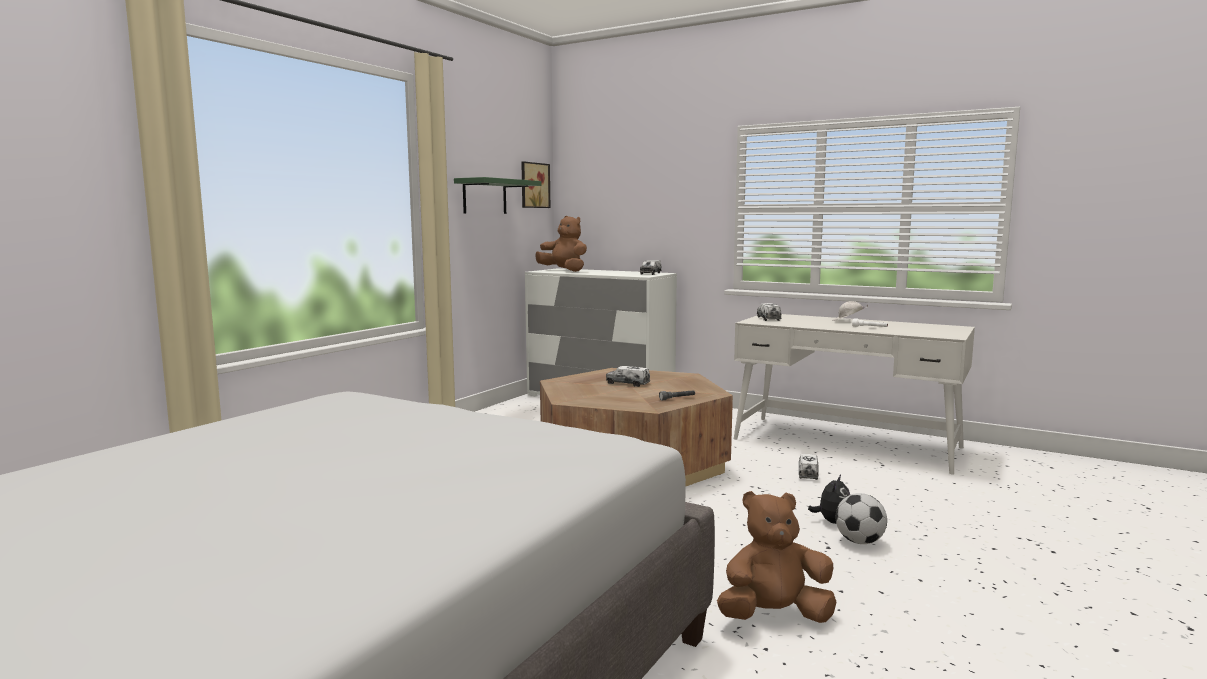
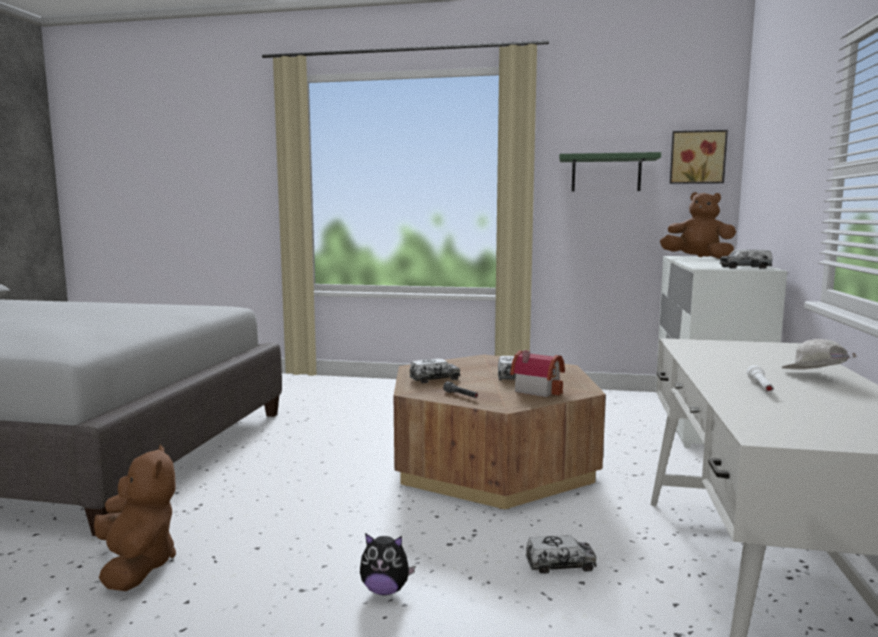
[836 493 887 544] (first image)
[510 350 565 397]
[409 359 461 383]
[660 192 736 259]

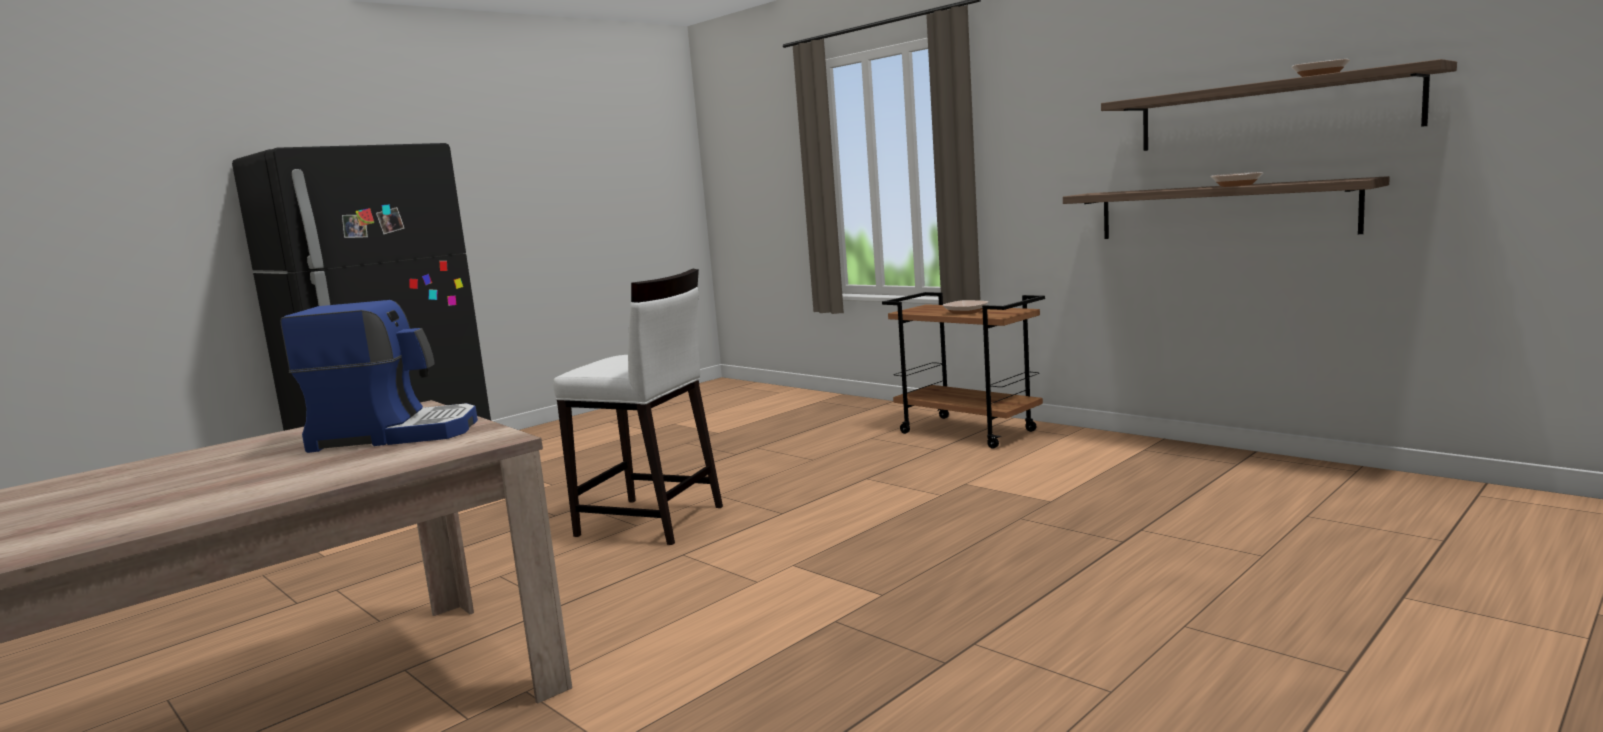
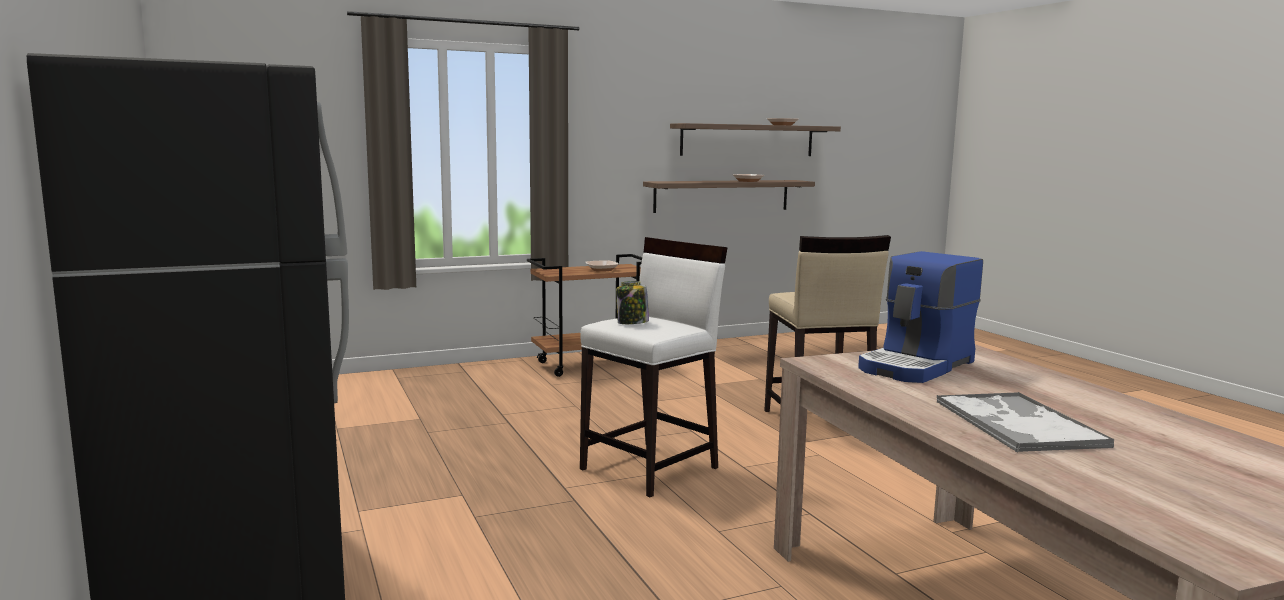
[616 281 649 324]
[764 235 891 412]
[937 392 1114 453]
[858 251 983 383]

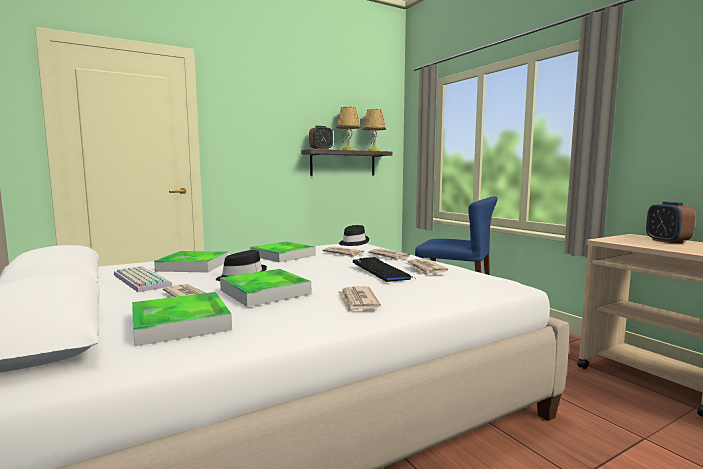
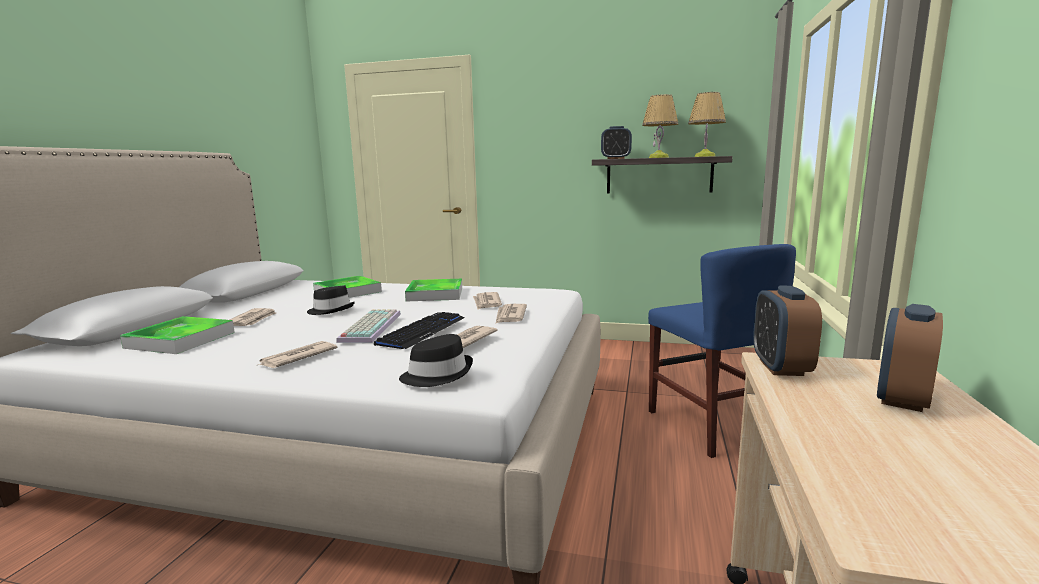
[220 269 311 307] (first image)
[753 286 822 376]
[336 309 401 343]
[399 334 473 387]

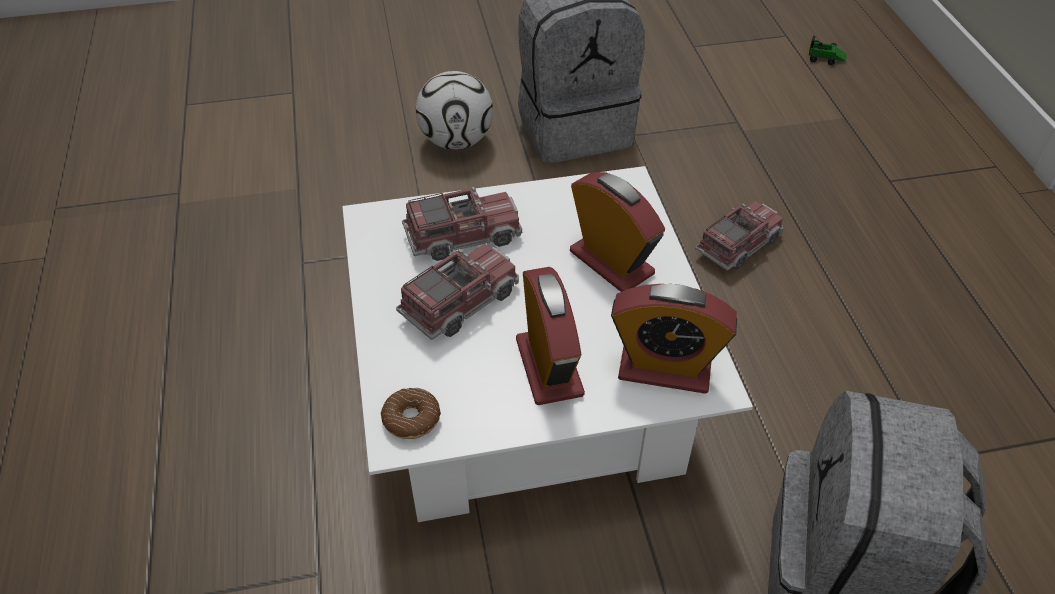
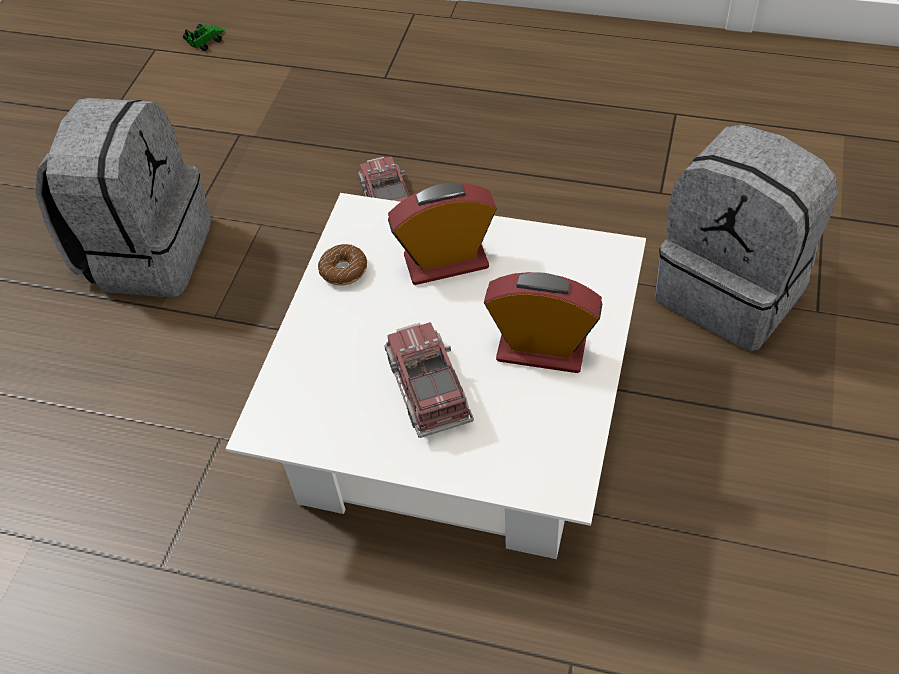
[402 187 522 261] (first image)
[416 71 493 150] (first image)
[611 284 737 394] (first image)
[318 244 367 286]

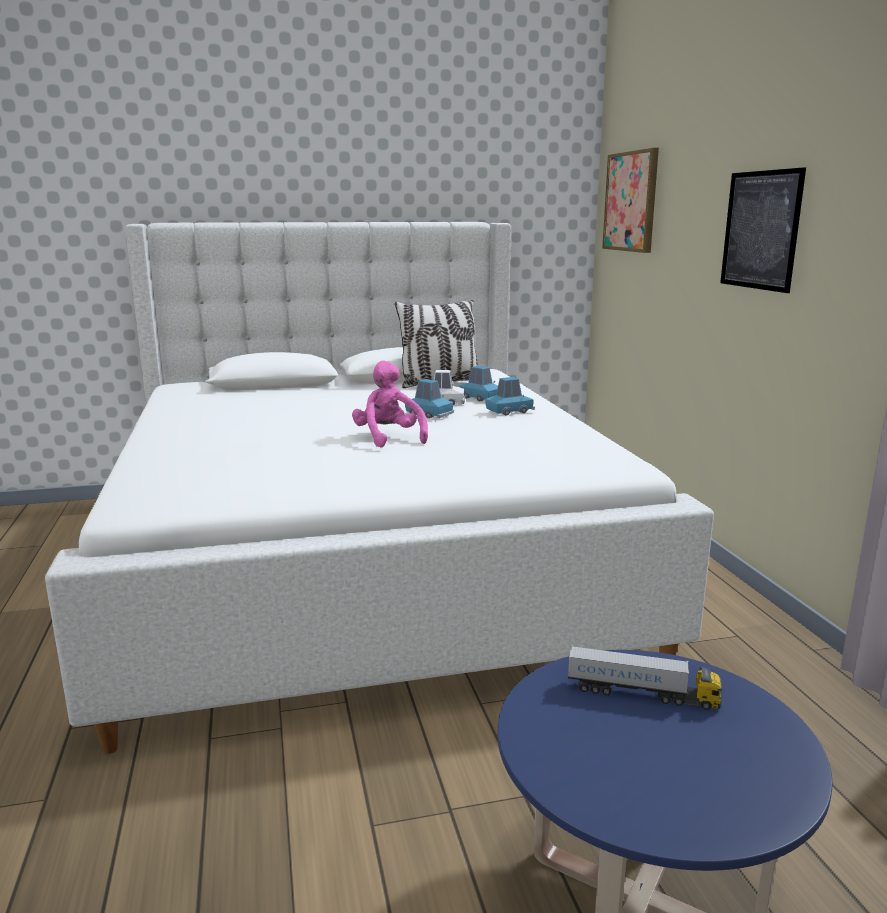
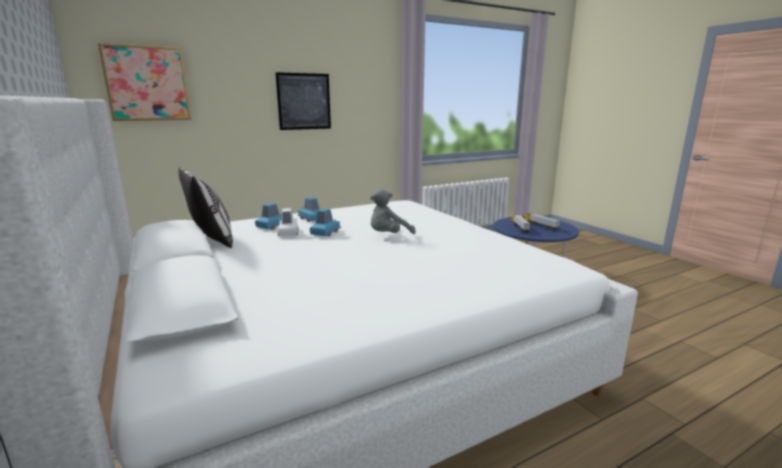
[523 213 560 231]
[370 189 416 234]

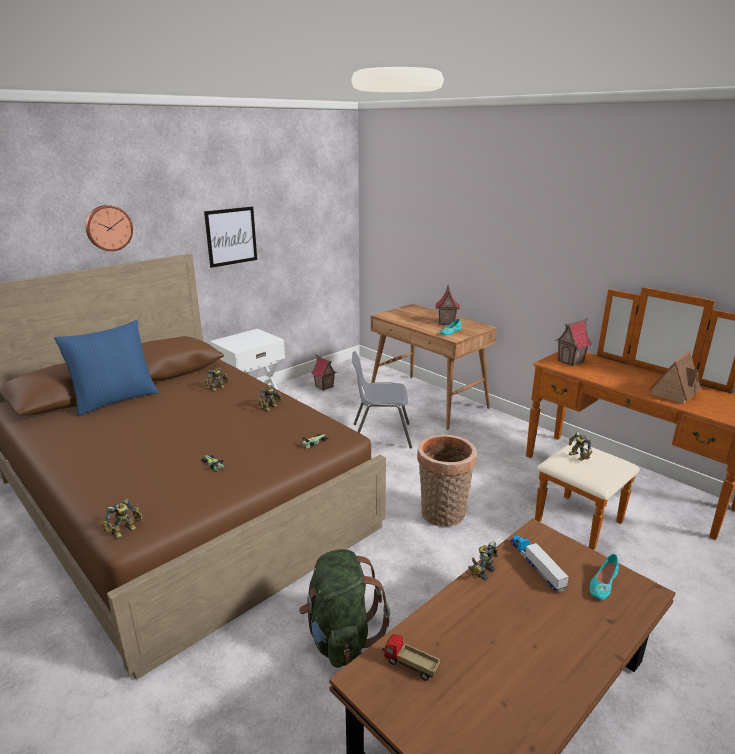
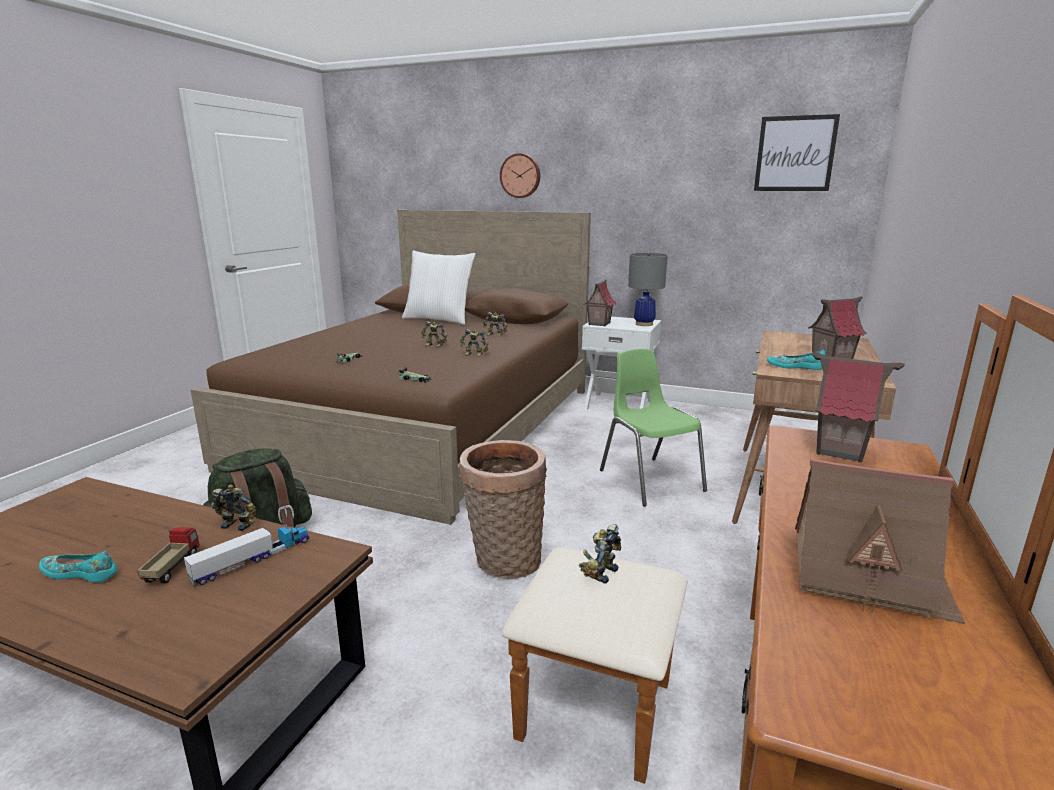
[628 252 668 326]
[421 321 448 347]
[754 114 840 191]
[584 279 617 327]
[137 527 200 583]
[39 550 117 583]
[402 251 475 325]
[600 349 707 506]

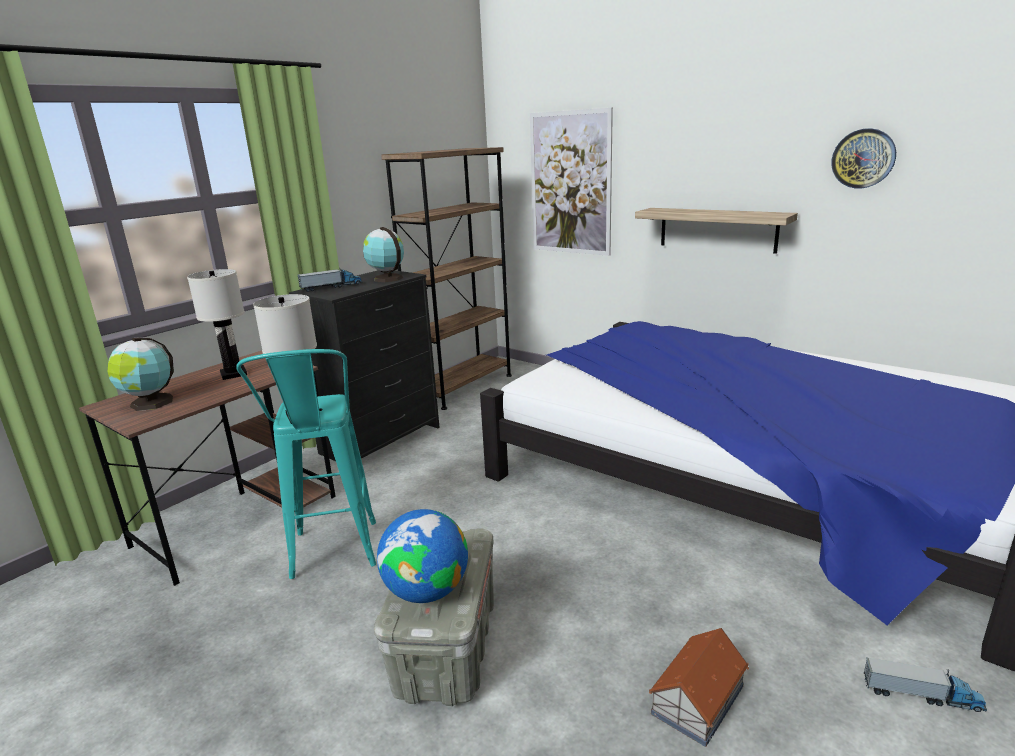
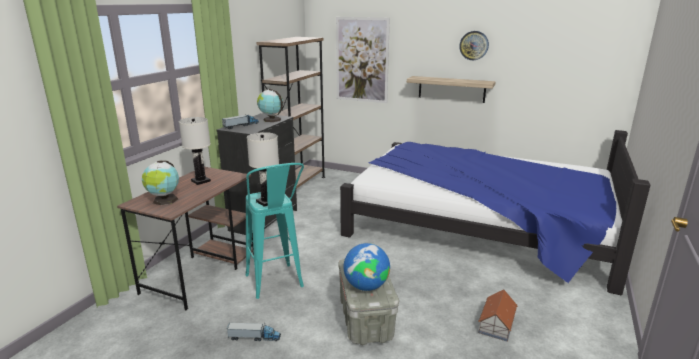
[459 31 489 60]
[227 323 281 341]

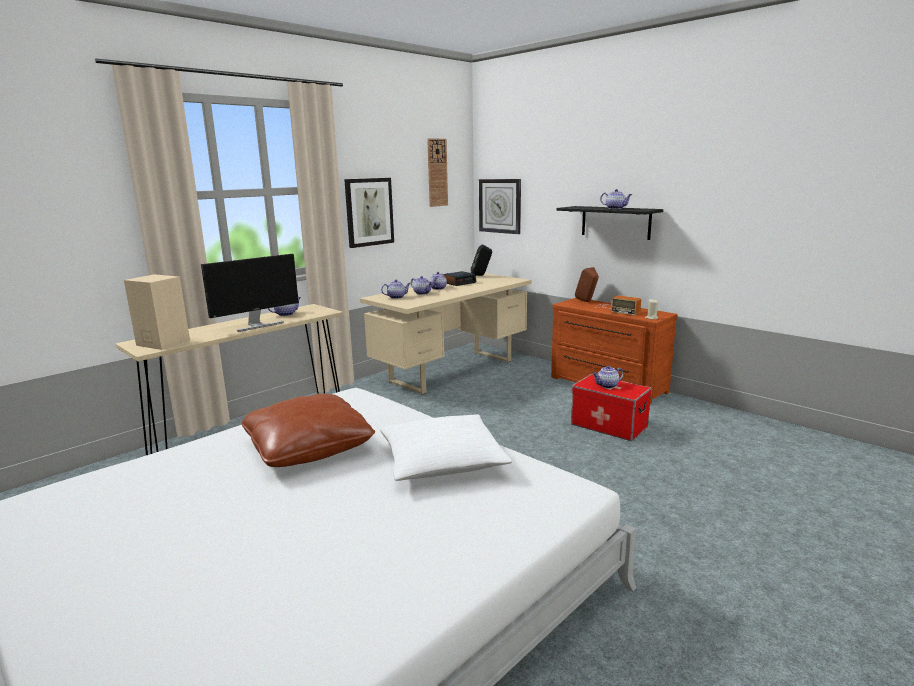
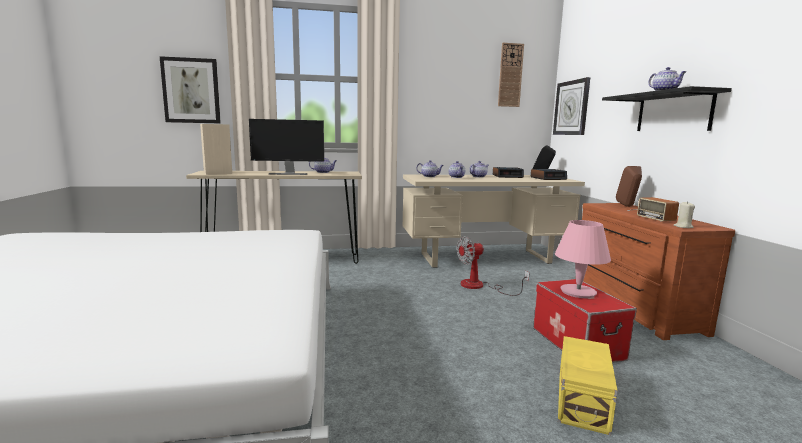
[242 393 375 467] (first image)
[380 414 512 481] (first image)
[457 236 529 296]
[531 169 567 180]
[558 336 618 435]
[160 56 221 124]
[555 220 611 298]

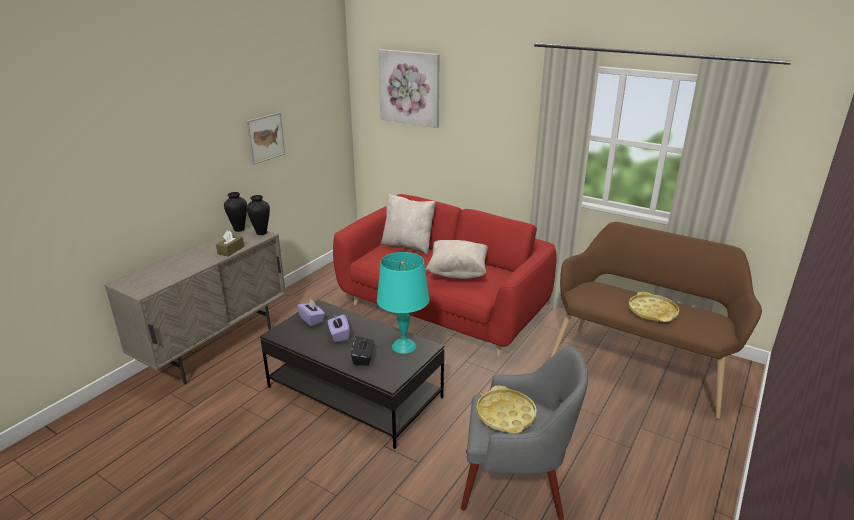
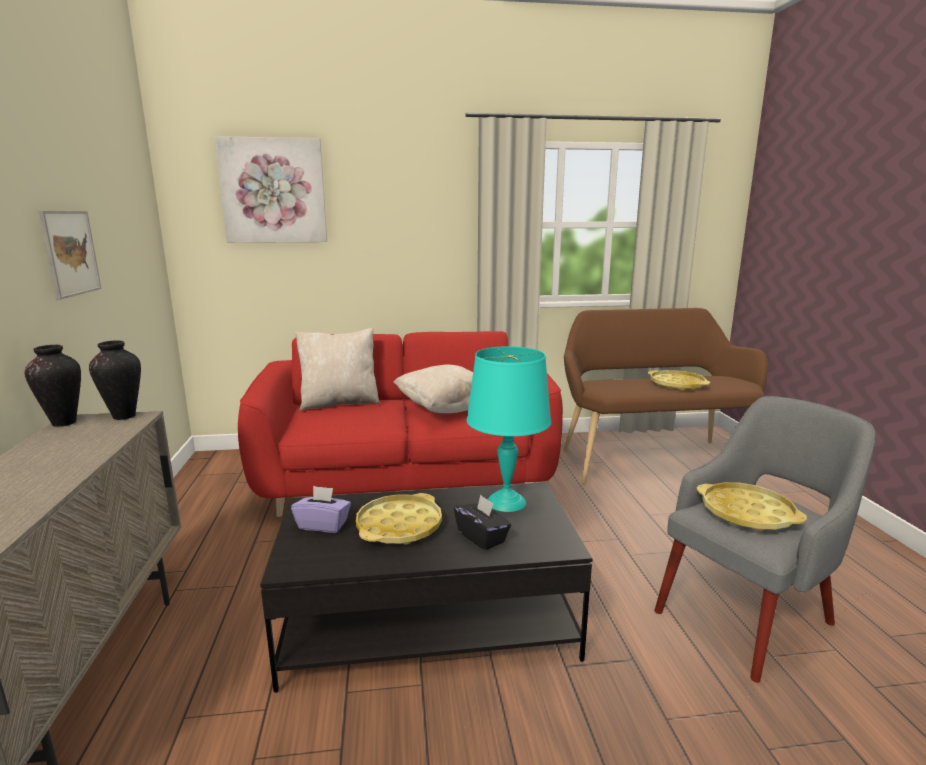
[216 230 244 257] (first image)
[356 493 442 545]

